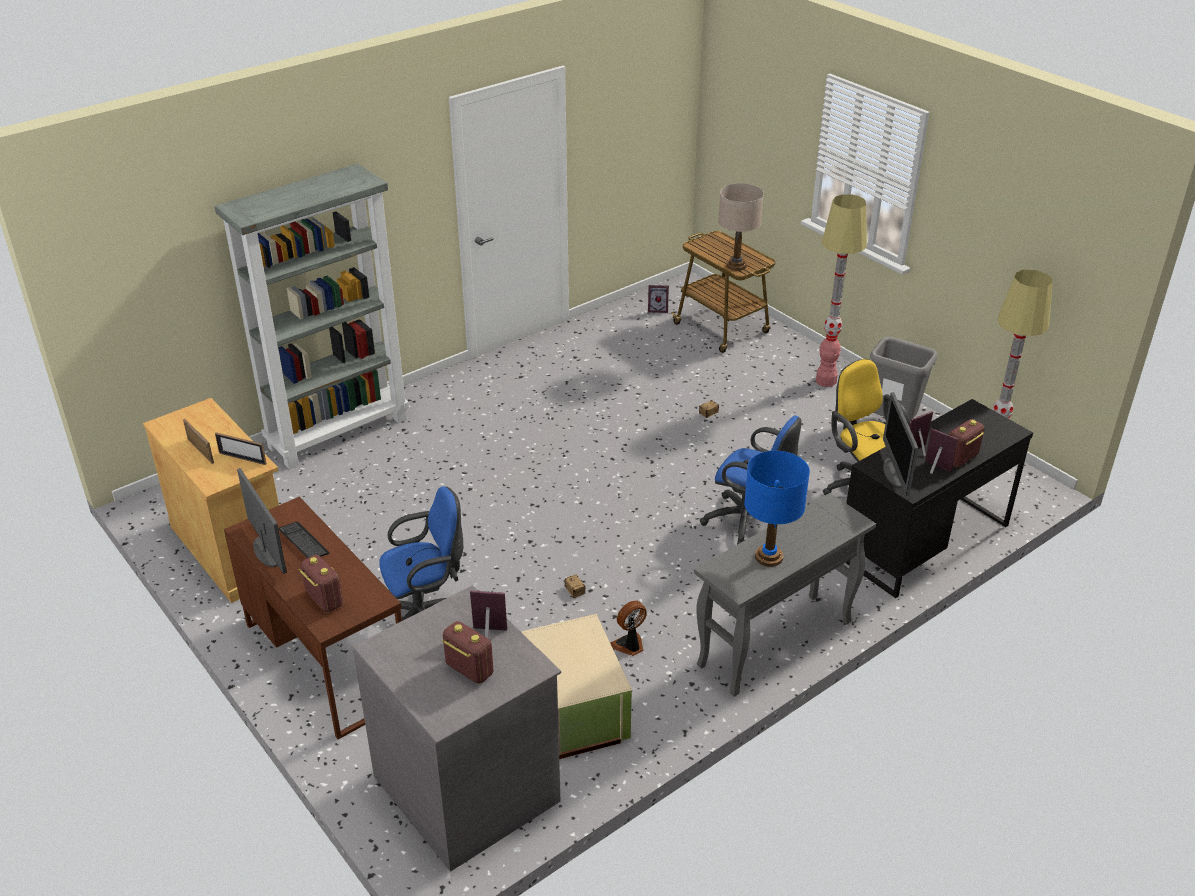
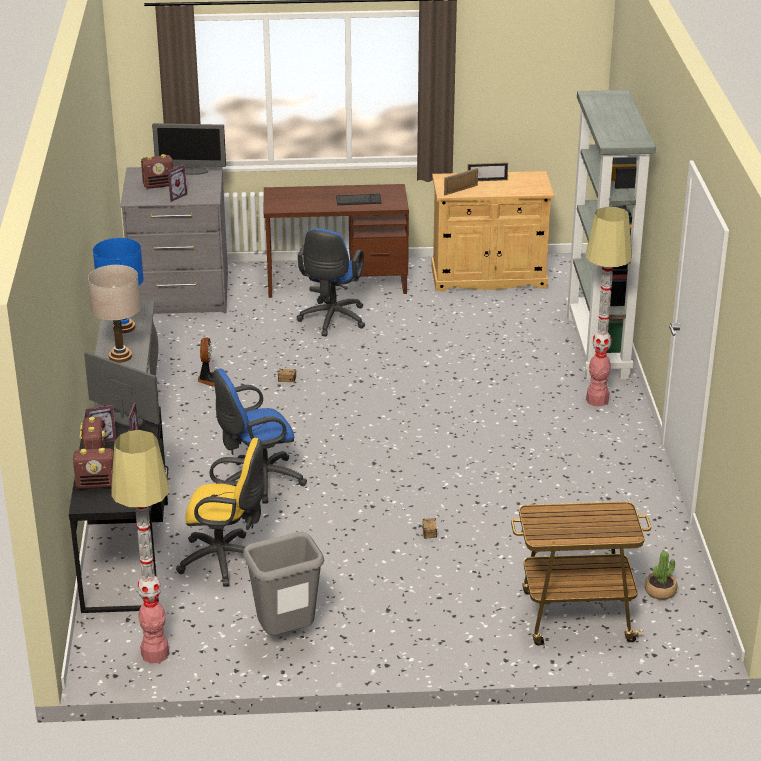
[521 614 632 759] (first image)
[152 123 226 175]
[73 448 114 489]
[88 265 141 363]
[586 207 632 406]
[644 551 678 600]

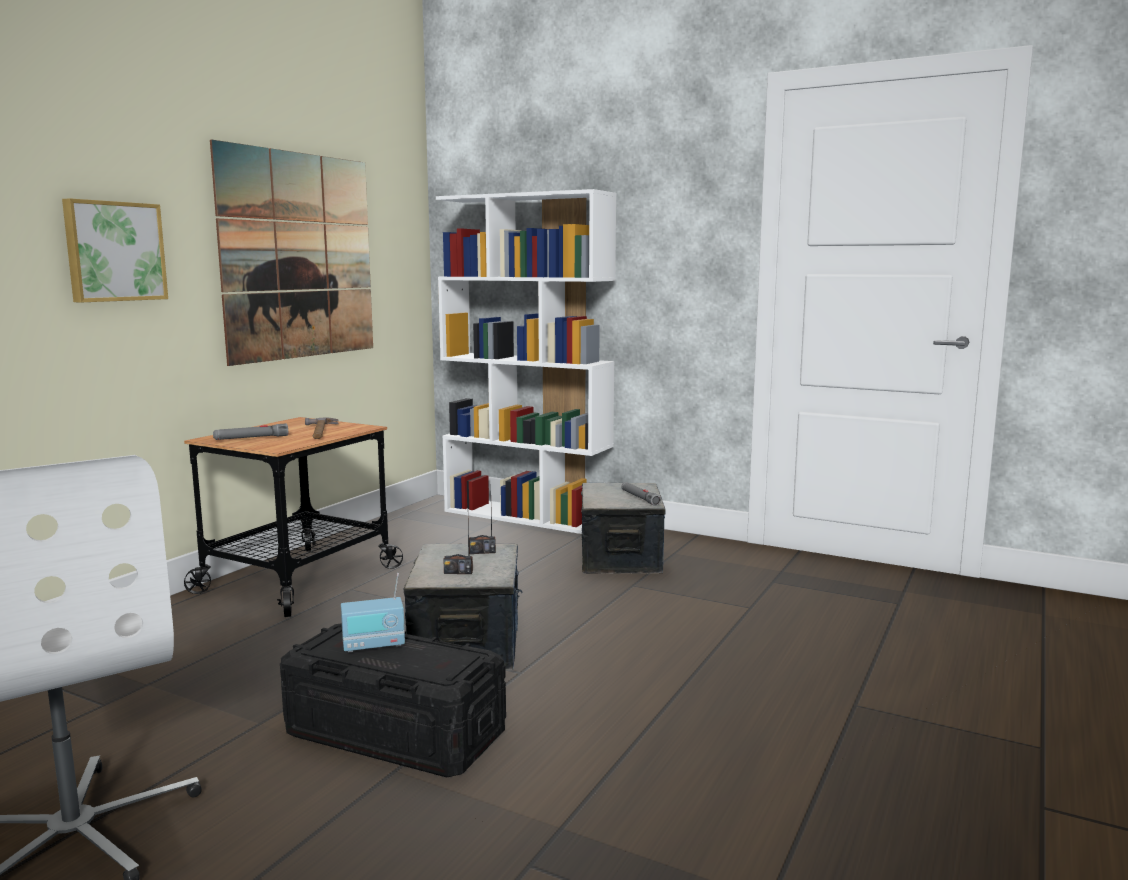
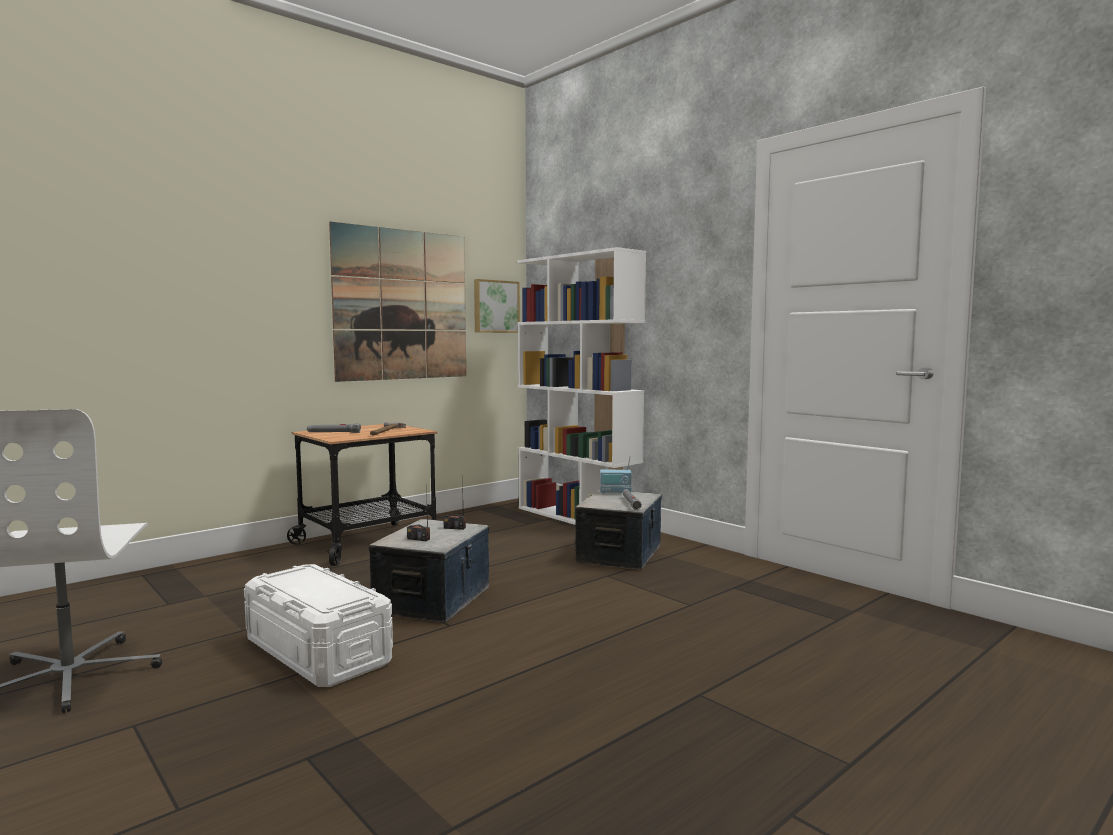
[474 279 520 333]
[600 456 632 494]
[244 564 393 687]

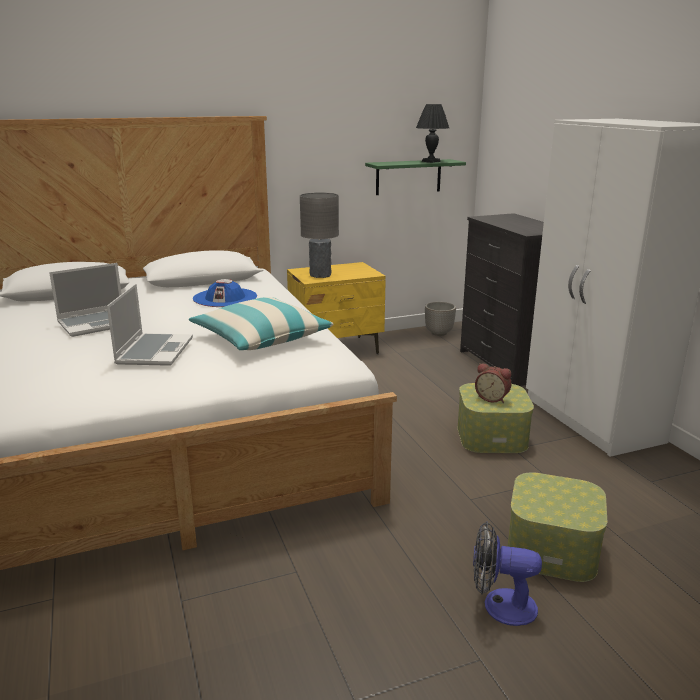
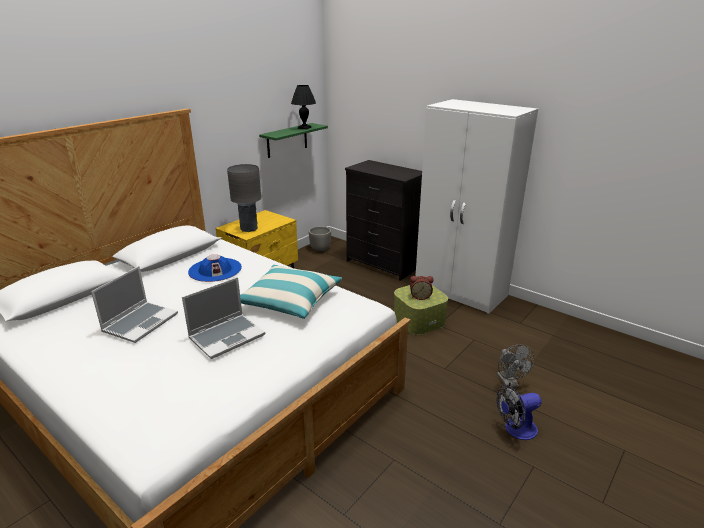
[497 344 534 388]
[182 277 265 359]

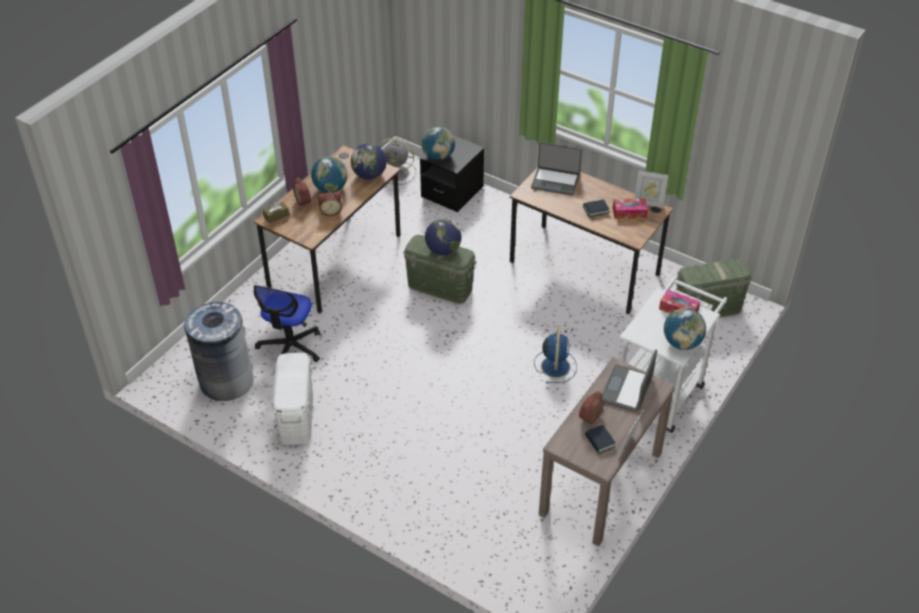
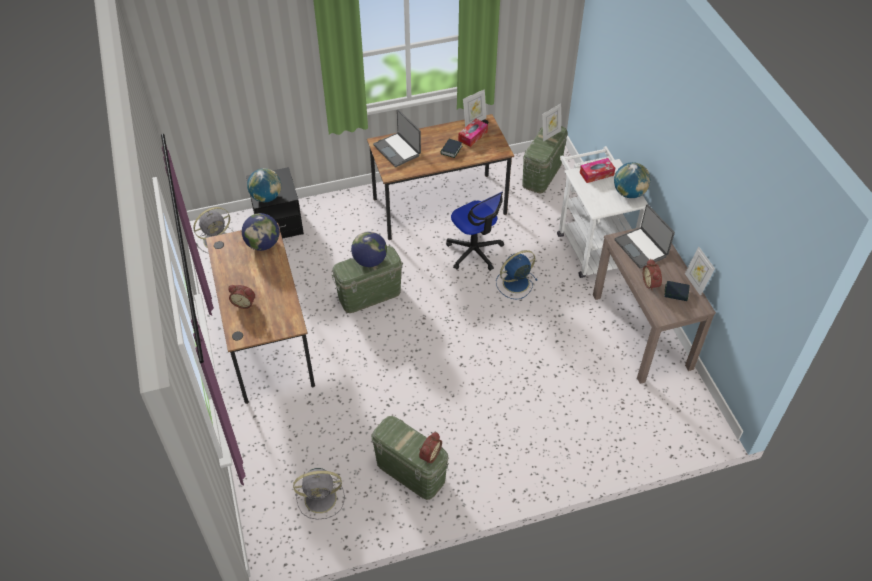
[263 201 289 223] (first image)
[311 156 348 193] (first image)
[542 104 561 142]
[446 192 504 271]
[419 432 442 464]
[293 468 345 520]
[372 416 449 500]
[373 109 421 167]
[496 250 537 299]

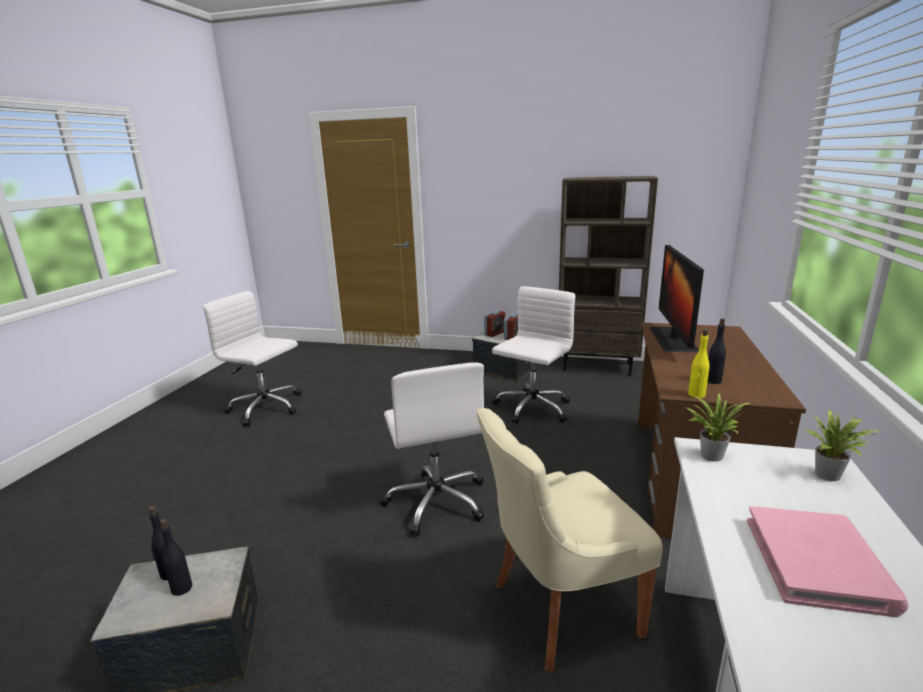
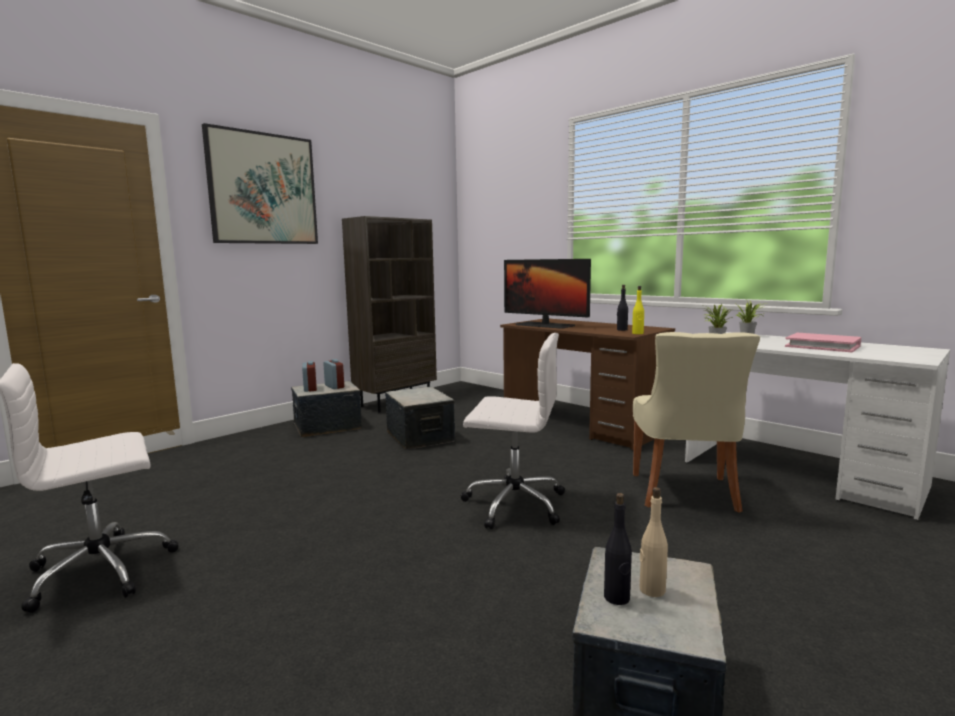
[202 123 318 244]
[385 387 455 450]
[640 487 668 597]

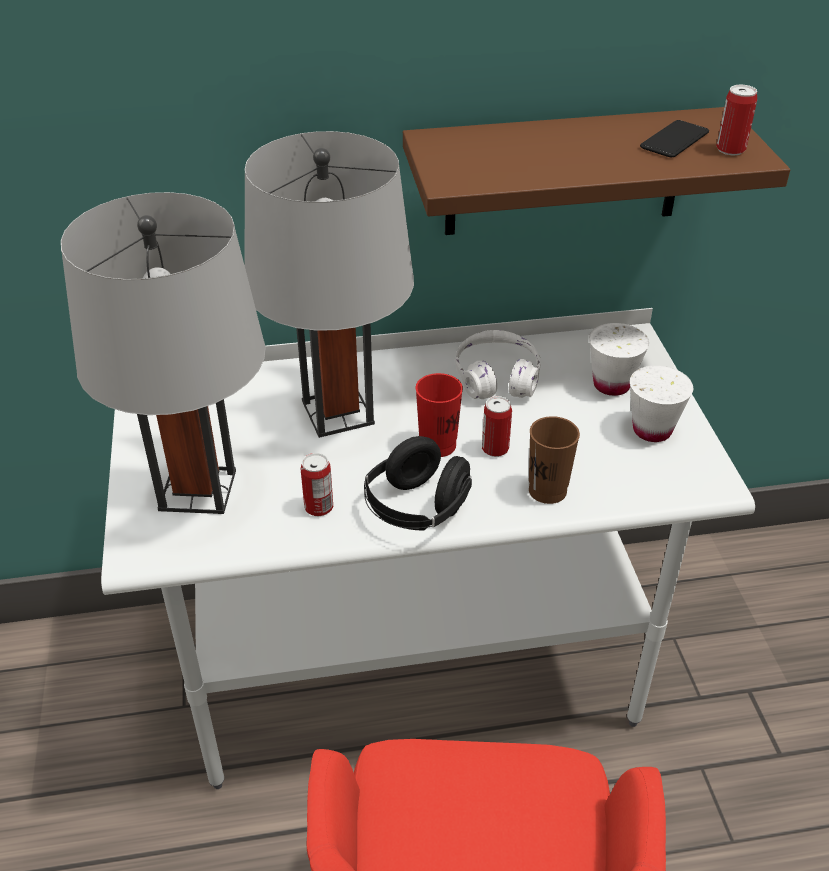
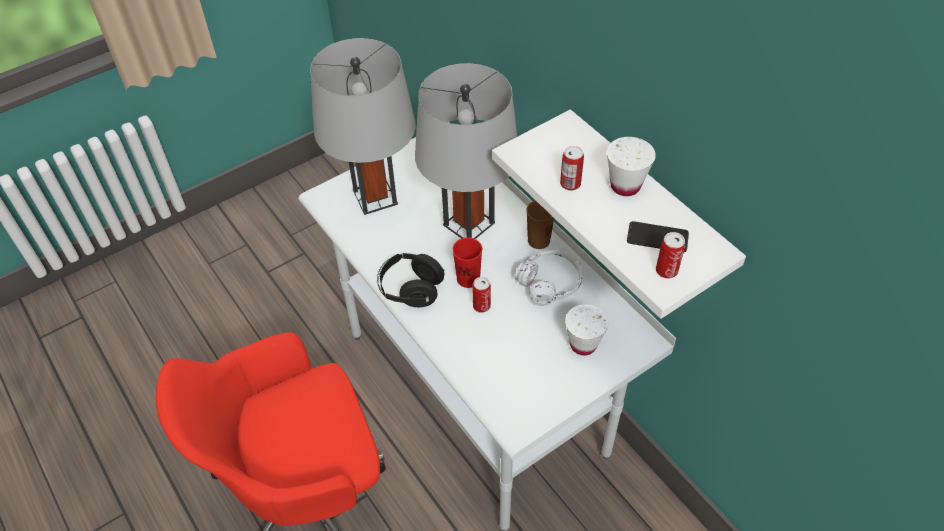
[560 146 584 191]
[527 200 554 249]
[607 137 656 196]
[492 109 746 319]

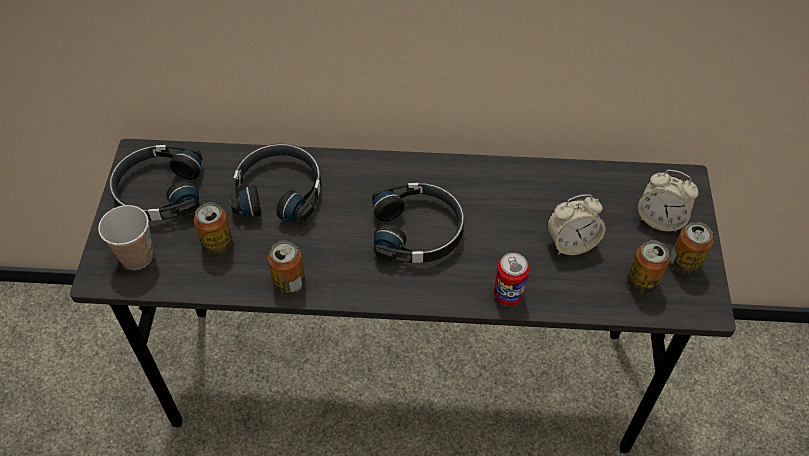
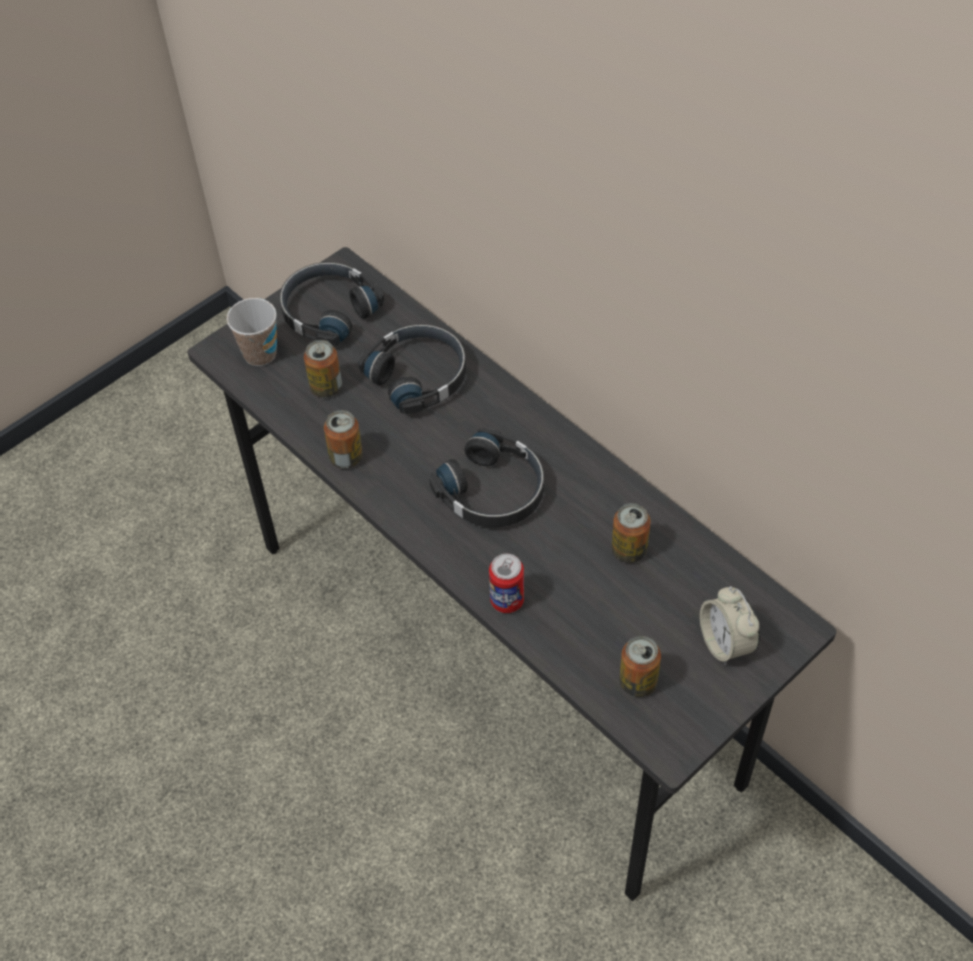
[547 194 606 255] (first image)
[611 503 651 563]

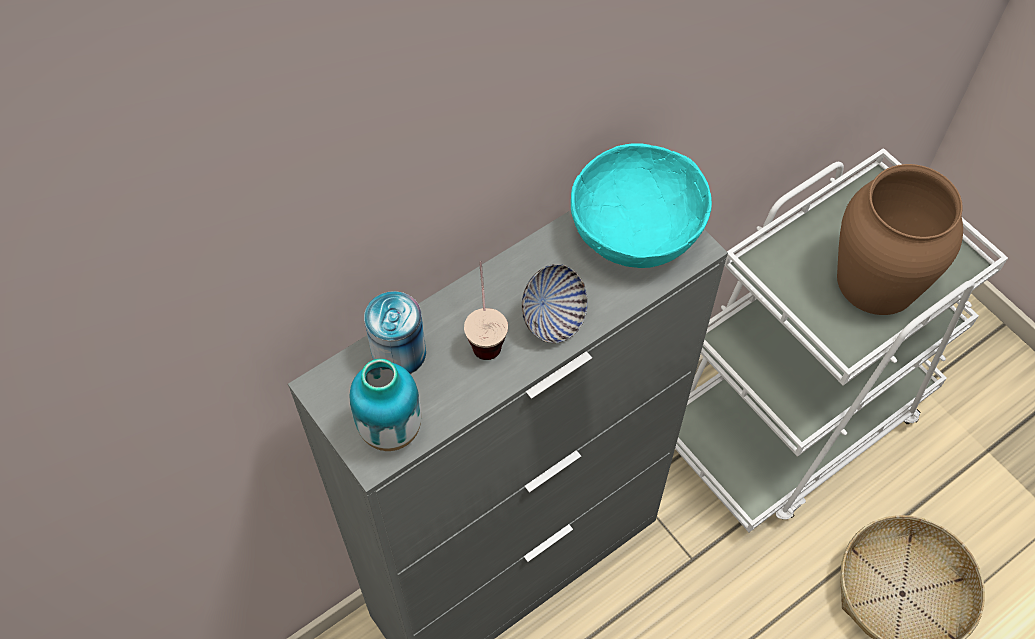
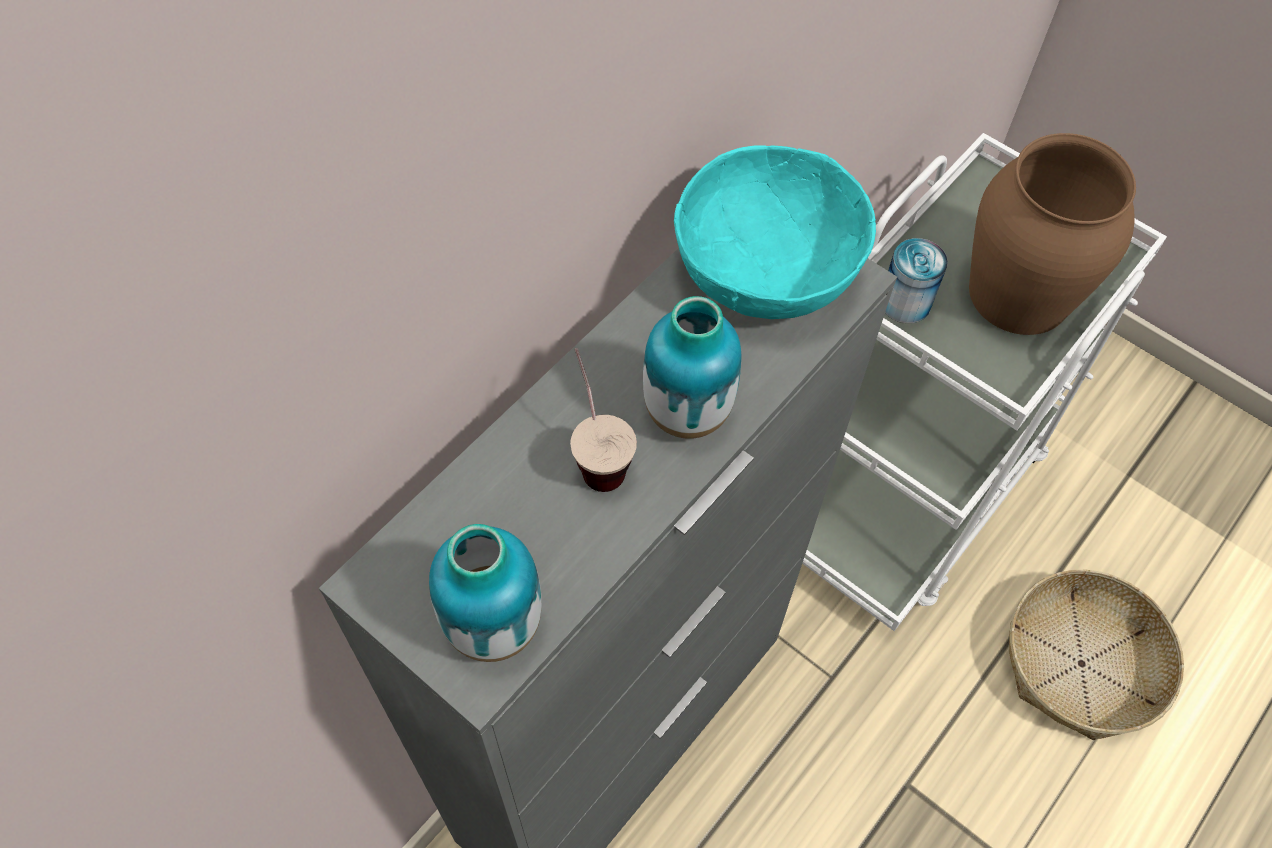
[885 238 948 323]
[643 296 742 439]

